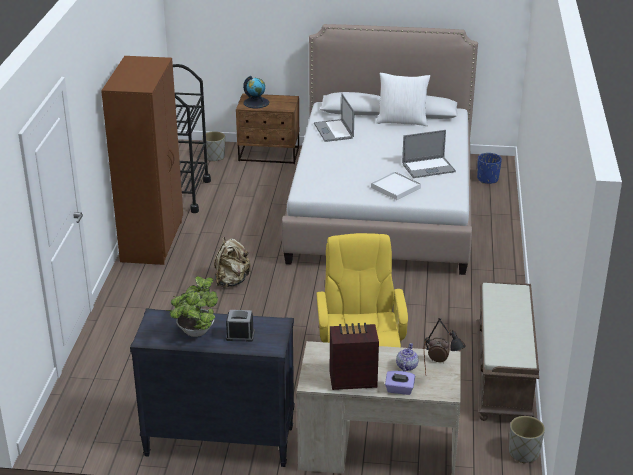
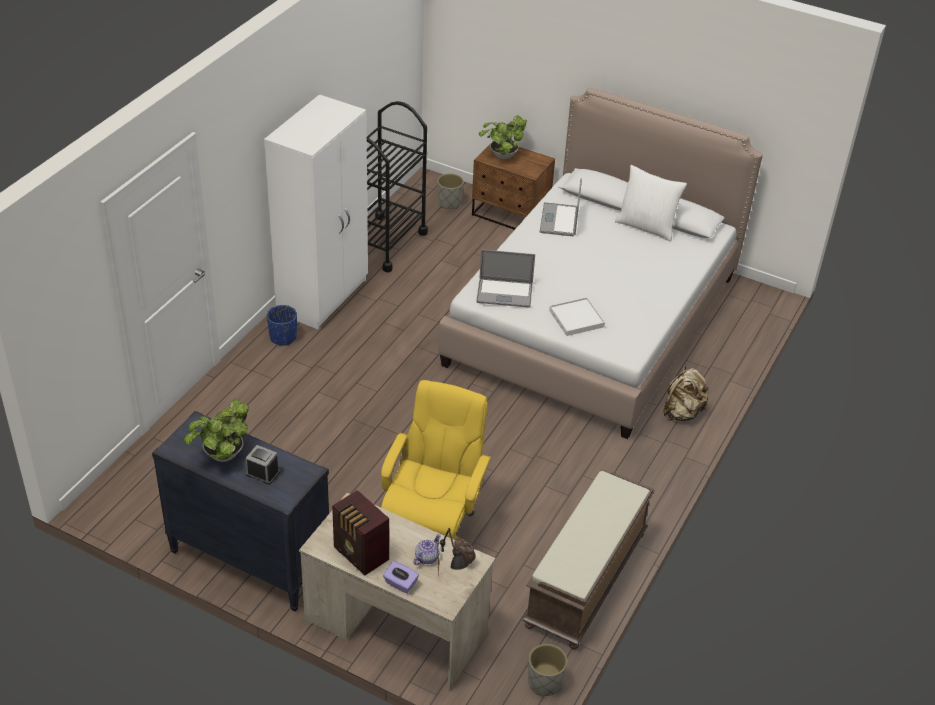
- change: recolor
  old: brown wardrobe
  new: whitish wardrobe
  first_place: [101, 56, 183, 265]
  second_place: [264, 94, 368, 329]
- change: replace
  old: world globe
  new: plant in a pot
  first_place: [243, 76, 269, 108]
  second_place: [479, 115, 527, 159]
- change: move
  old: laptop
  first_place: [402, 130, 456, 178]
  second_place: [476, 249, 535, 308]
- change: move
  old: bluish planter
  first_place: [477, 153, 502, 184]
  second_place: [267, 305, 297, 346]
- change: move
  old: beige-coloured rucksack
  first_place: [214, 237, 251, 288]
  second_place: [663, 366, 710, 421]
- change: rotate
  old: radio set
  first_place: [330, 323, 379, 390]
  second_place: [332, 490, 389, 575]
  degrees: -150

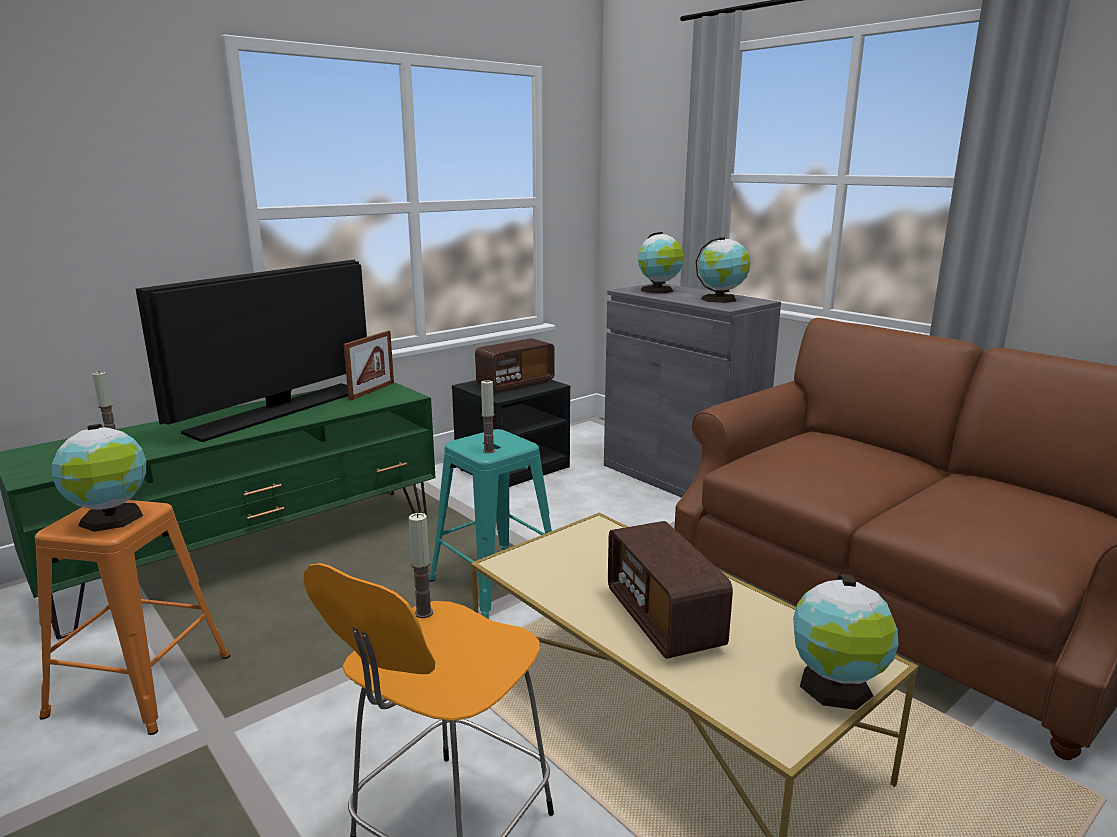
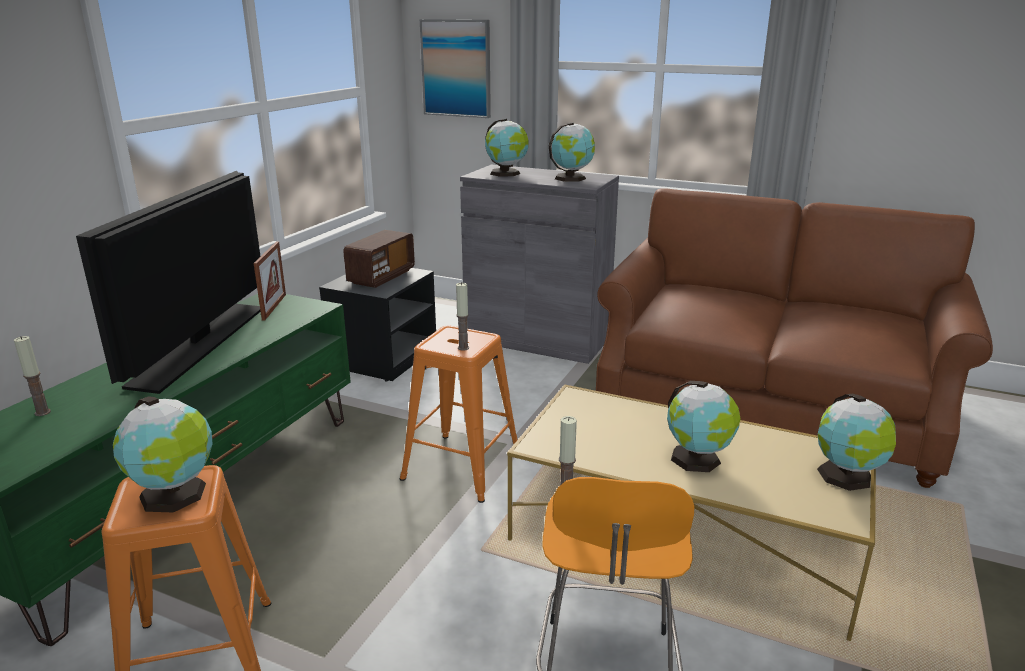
- change: recolor
  old: blue-green stool
  new: orange stool
  first_place: [429, 429, 552, 619]
  second_place: [400, 326, 518, 503]
- change: replace
  old: radio set
  new: world globe
  first_place: [608, 521, 733, 659]
  second_place: [667, 381, 740, 472]
- change: insert
  new: wall picture
  second_place: [420, 19, 491, 118]

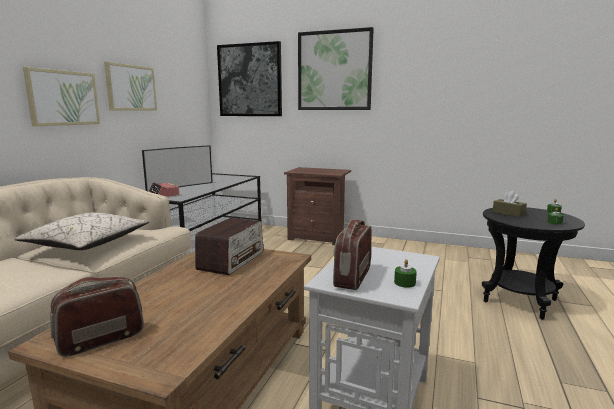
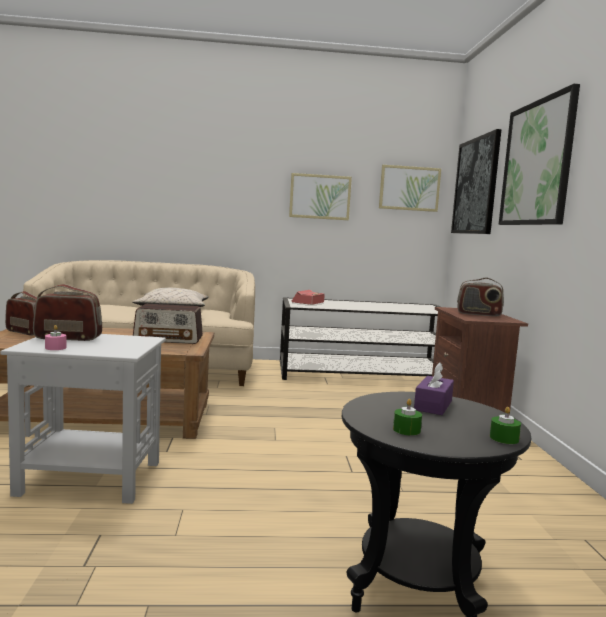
- change: move
  old: wall picture
  first_place: [23, 67, 100, 126]
  second_place: [379, 165, 441, 212]
- change: delete
  old: TV set
  first_place: [142, 145, 213, 192]
- change: recolor
  old: brown tissue box
  new: purplish tissue box
  first_place: [493, 191, 527, 217]
  second_place: [414, 362, 454, 415]
- change: recolor
  old: green-coloured wax candle
  new: pink wax candle
  first_place: [394, 259, 417, 288]
  second_place: [45, 325, 66, 350]
- change: insert
  new: radio set
  second_place: [457, 277, 504, 317]

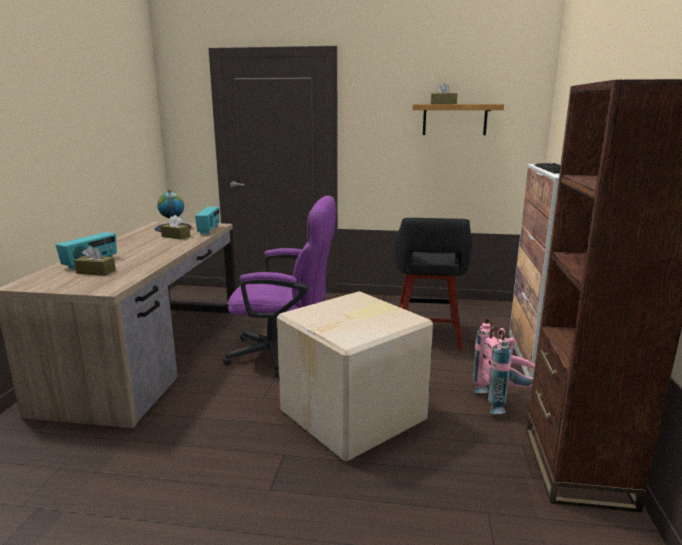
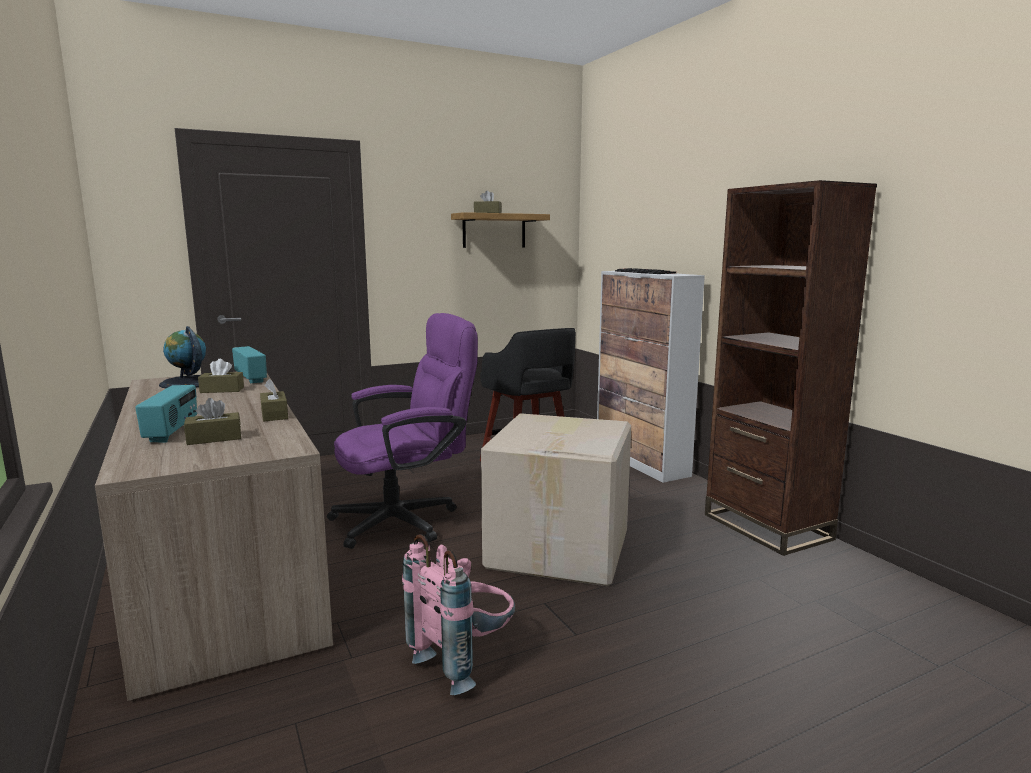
- change: move
  old: pink rucksack
  first_place: [473, 318, 535, 414]
  second_place: [402, 534, 515, 695]
- change: insert
  new: brown tissue box
  second_place: [260, 379, 288, 421]

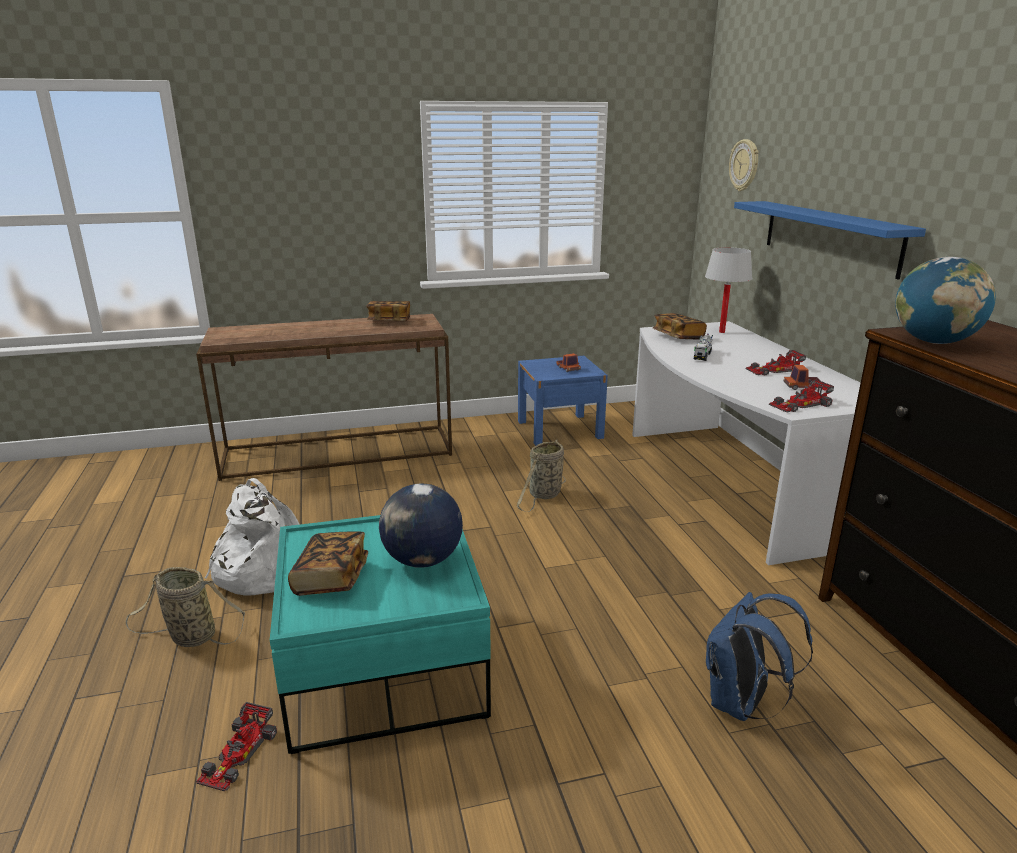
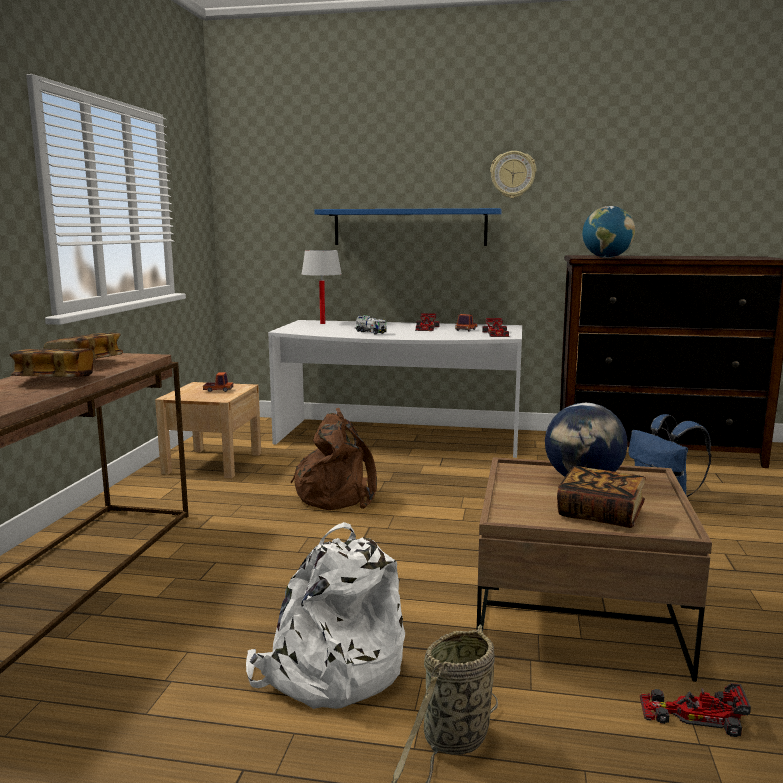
- change: move
  old: hanging clock
  first_place: [729, 139, 759, 191]
  second_place: [490, 151, 536, 198]
- change: move
  old: bound book
  first_place: [653, 313, 707, 340]
  second_place: [10, 348, 93, 377]
- change: recolor
  old: bluish nightstand
  new: beige-coloured nightstand
  first_place: [518, 356, 608, 446]
  second_place: [155, 382, 261, 479]
- change: replace
  old: basket
  new: brown rucksack
  first_place: [517, 440, 566, 512]
  second_place: [290, 408, 377, 510]
- change: recolor
  old: blue-green coffee table
  new: brown coffee table
  first_place: [270, 515, 491, 754]
  second_place: [477, 457, 712, 682]
- change: rotate
  old: model car
  first_place: [196, 702, 277, 791]
  second_place: [640, 683, 751, 737]
  degrees: 150

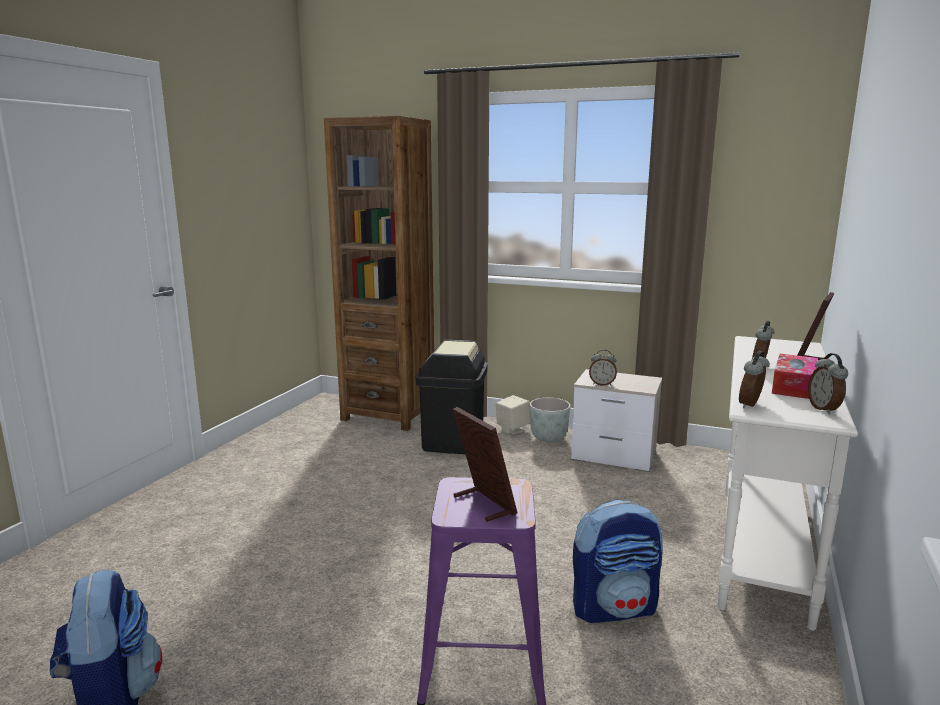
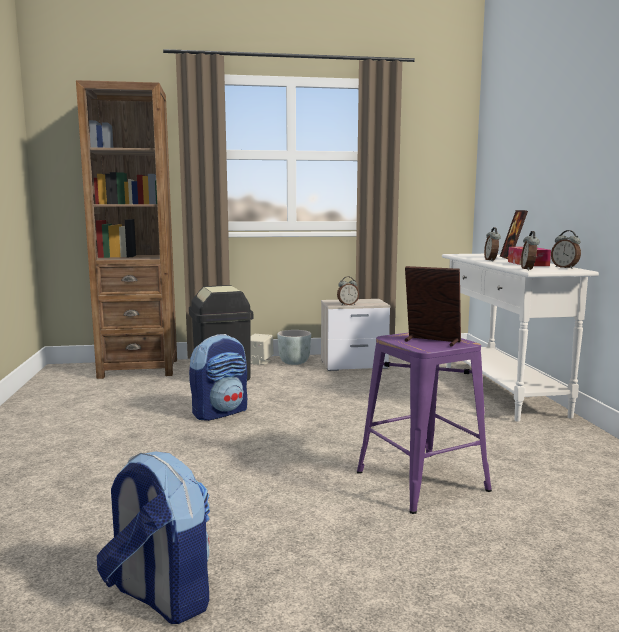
- change: move
  old: rucksack
  first_place: [573, 500, 663, 623]
  second_place: [189, 334, 247, 421]

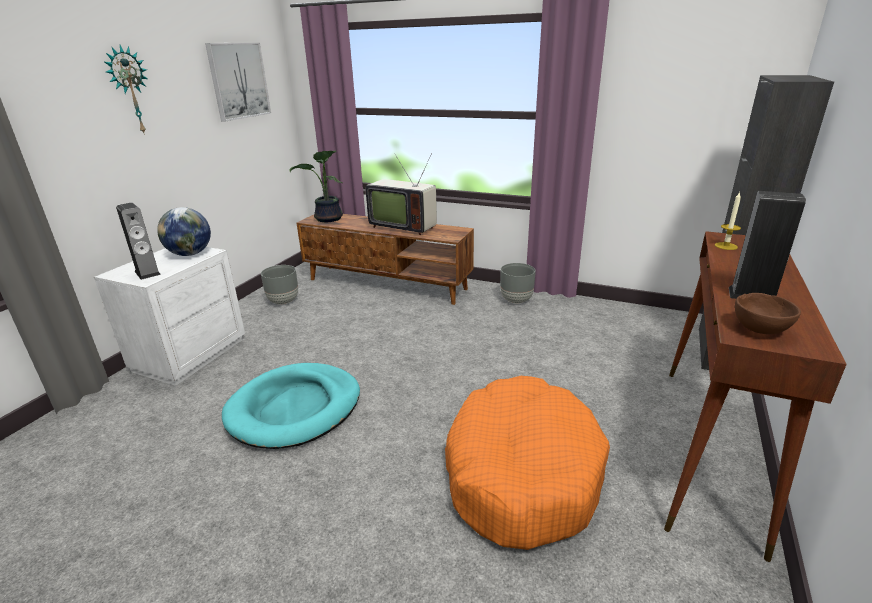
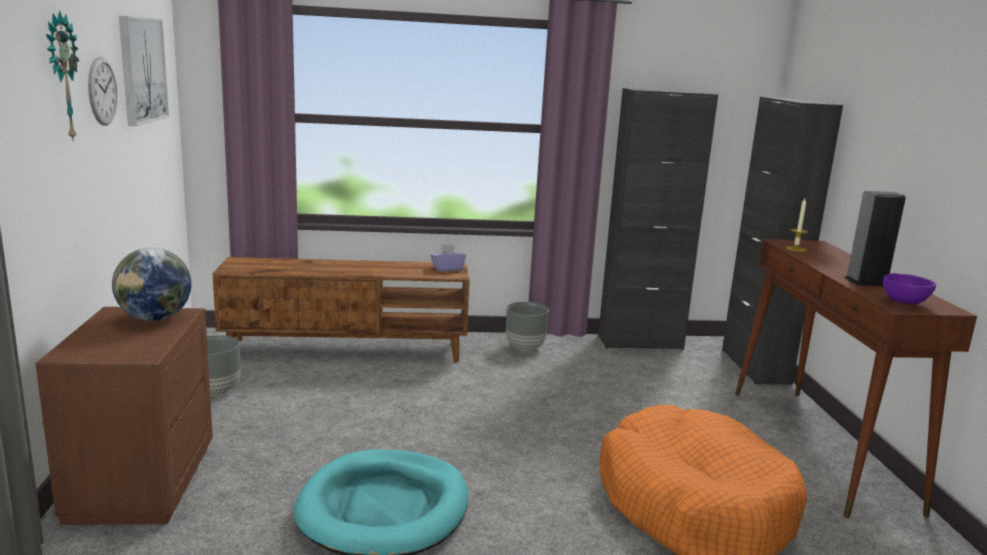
- change: delete
  old: plant in a pot
  first_place: [289, 151, 343, 222]
- change: delete
  old: TV set
  first_place: [366, 153, 437, 235]
- change: delete
  old: loudspeaker
  first_place: [116, 203, 161, 280]
- change: recolor
  old: whitish nightstand
  new: brown nightstand
  first_place: [94, 247, 245, 386]
  second_place: [35, 307, 213, 525]
- change: recolor
  old: brown serving bowl
  new: purplish serving bowl
  first_place: [735, 293, 801, 334]
  second_place: [883, 273, 936, 305]
- change: insert
  new: hanging clock
  second_place: [88, 56, 118, 126]
- change: insert
  new: black cabinet
  second_place: [598, 88, 718, 350]
- change: insert
  new: purplish tissue box
  second_place: [431, 244, 466, 271]

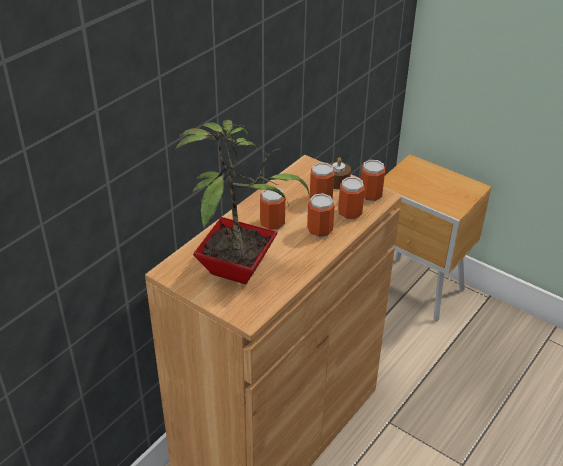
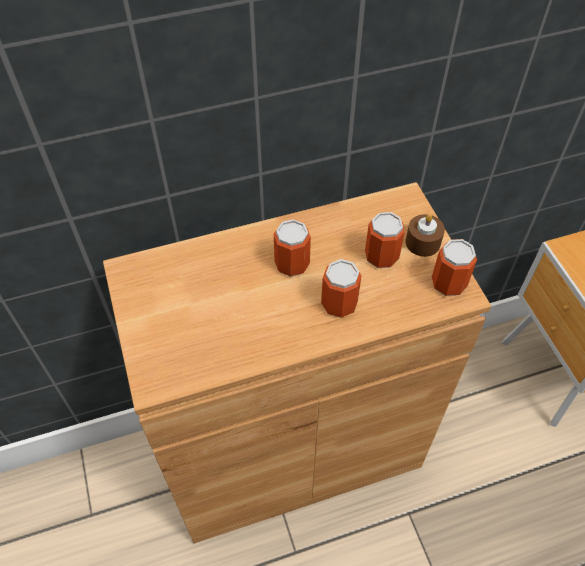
- change: delete
  old: plant in a pot
  first_place: [175, 120, 309, 284]
- change: delete
  old: can
  first_place: [338, 177, 365, 220]

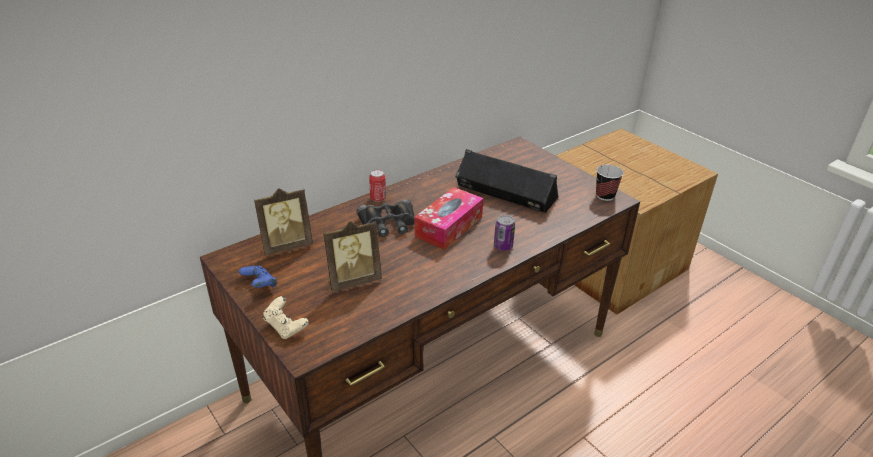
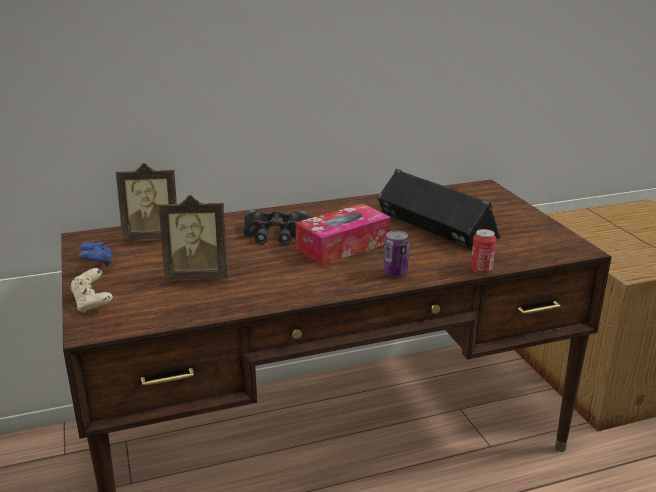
- change: delete
  old: cup
  first_place: [596, 165, 624, 201]
- change: move
  old: can
  first_place: [369, 170, 386, 202]
  second_place: [471, 229, 496, 274]

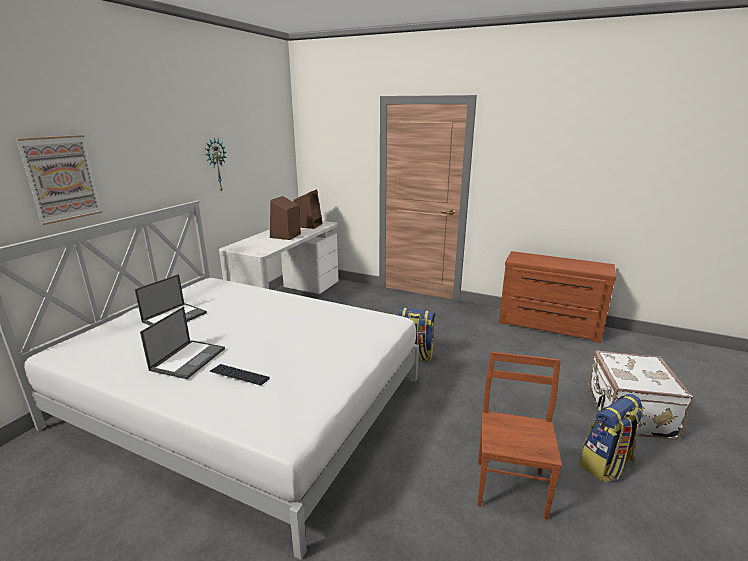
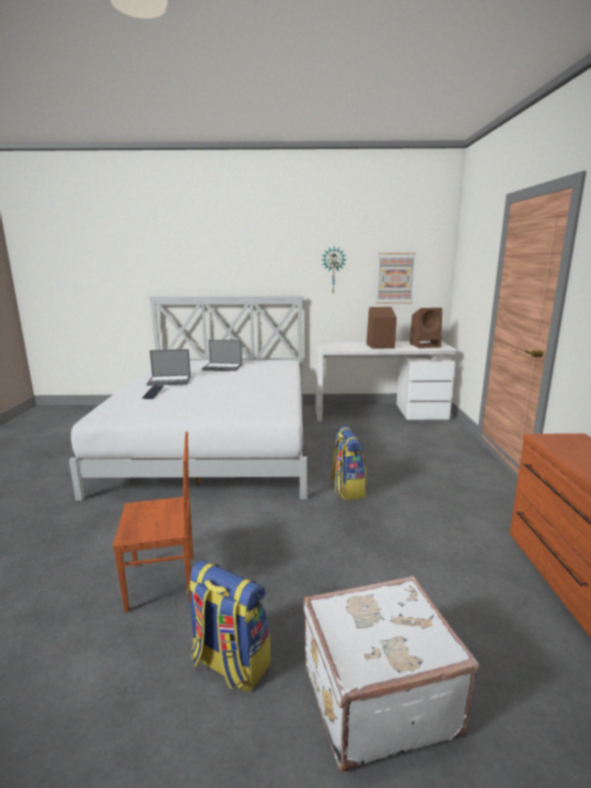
- change: move
  old: wall picture
  first_place: [15, 135, 102, 225]
  second_place: [376, 253, 416, 304]

